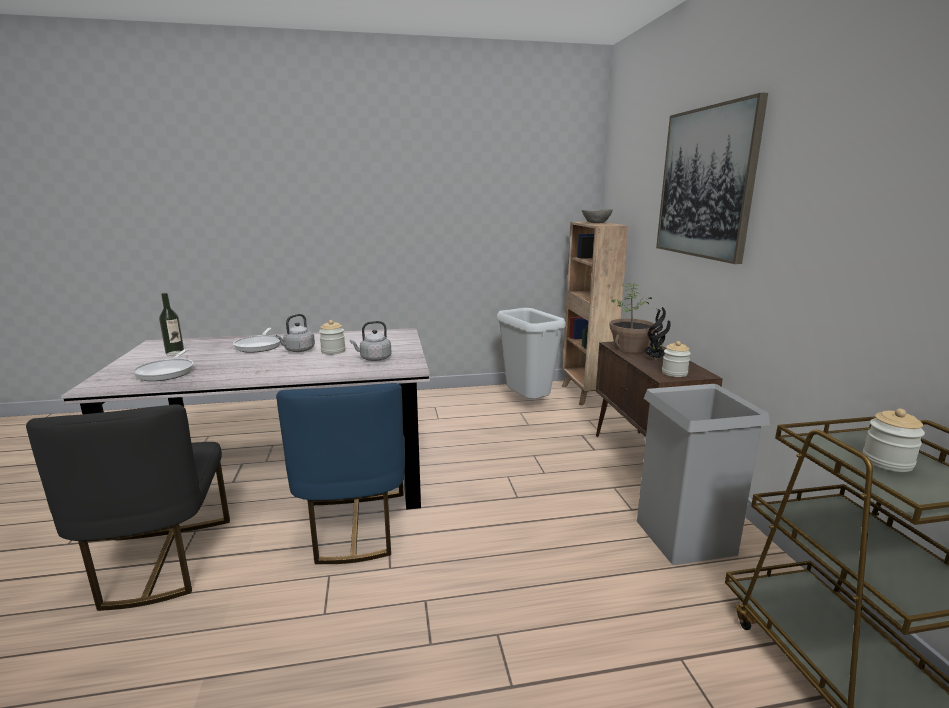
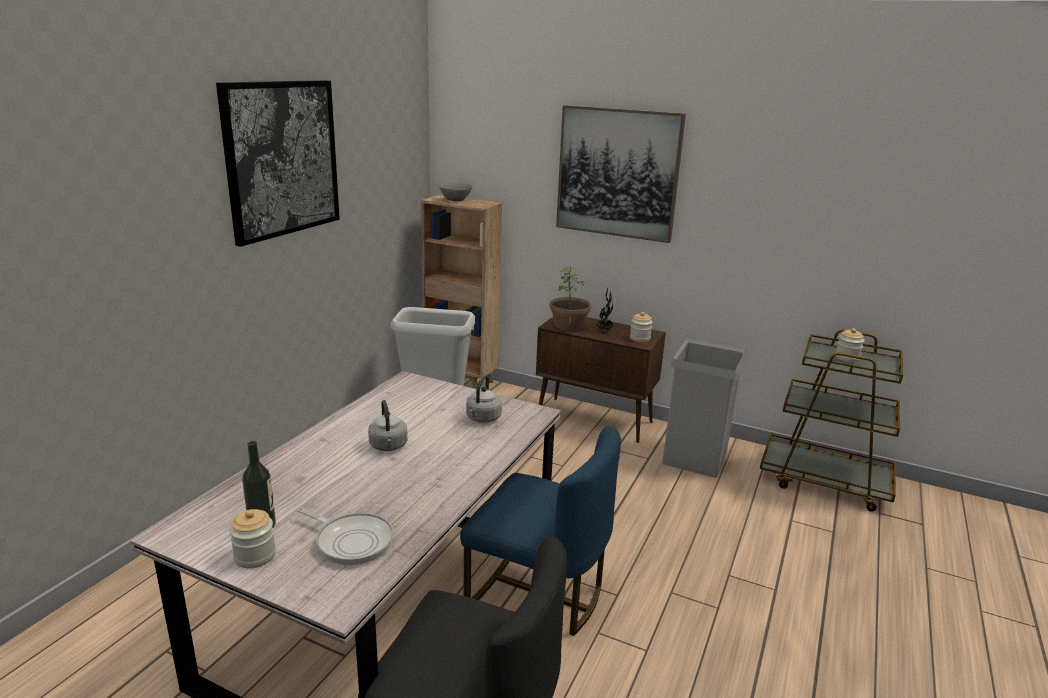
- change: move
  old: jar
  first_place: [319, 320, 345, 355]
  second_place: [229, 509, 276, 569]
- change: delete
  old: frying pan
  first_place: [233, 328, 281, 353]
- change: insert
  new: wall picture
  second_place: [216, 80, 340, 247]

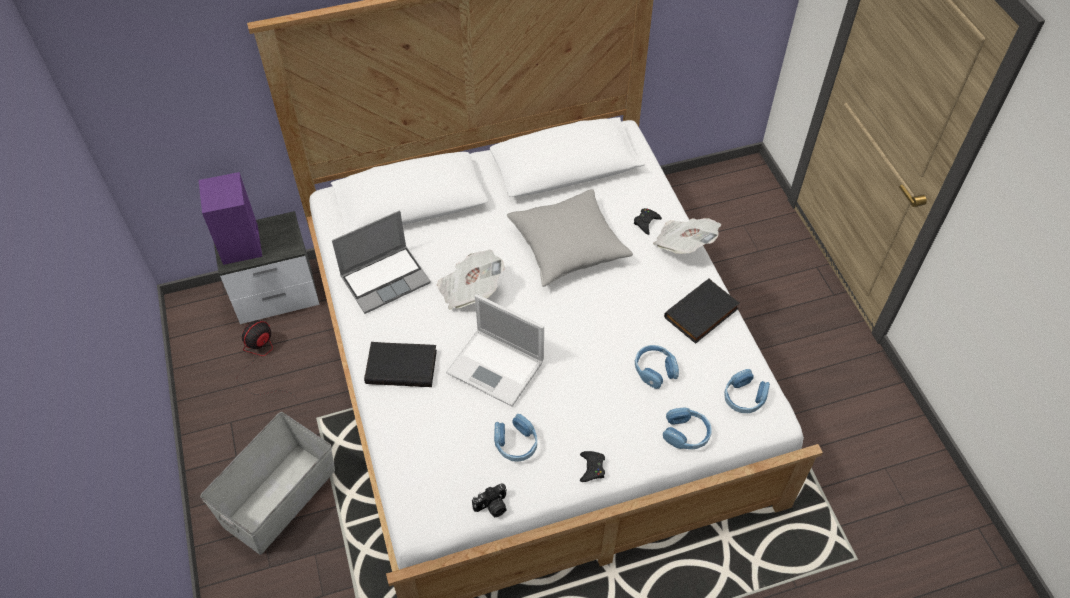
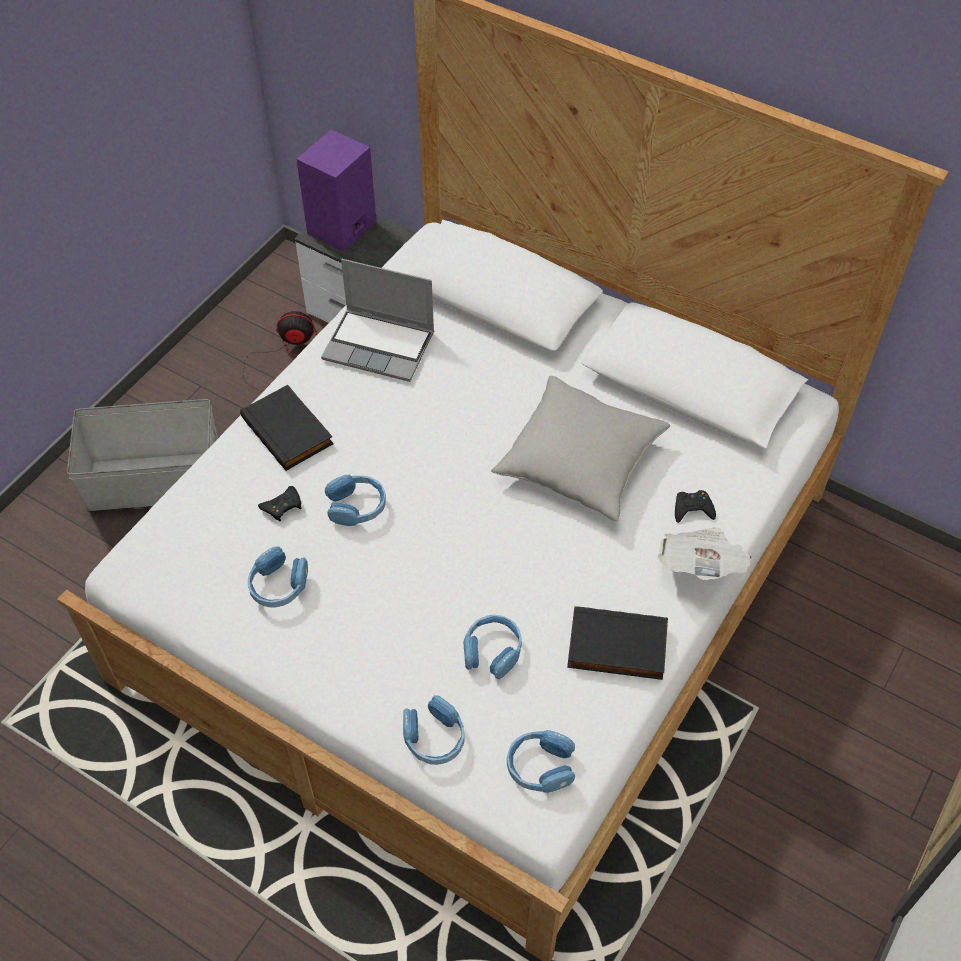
- change: delete
  old: daily paper
  first_place: [437, 249, 505, 310]
- change: replace
  old: laptop
  new: bluish pair of headphones
  first_place: [446, 294, 544, 407]
  second_place: [325, 475, 386, 526]
- change: move
  old: black gamepad
  first_place: [580, 451, 605, 482]
  second_place: [258, 486, 301, 522]
- change: delete
  old: photo camera
  first_place: [472, 483, 507, 517]

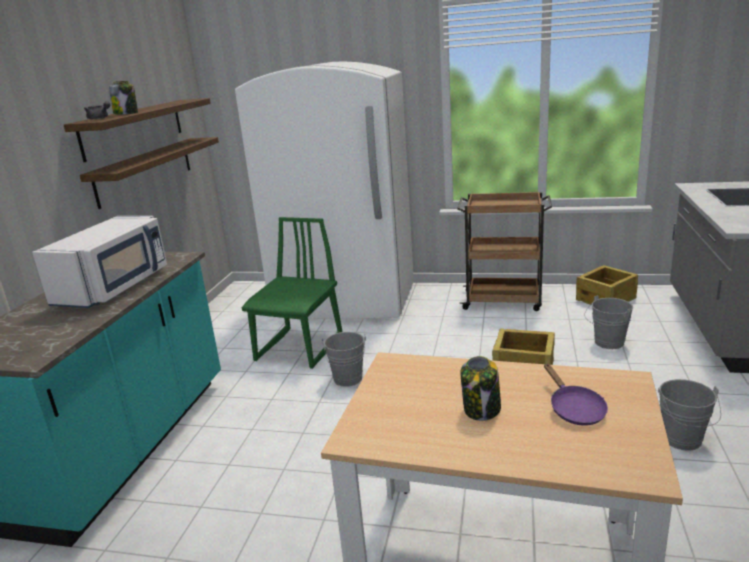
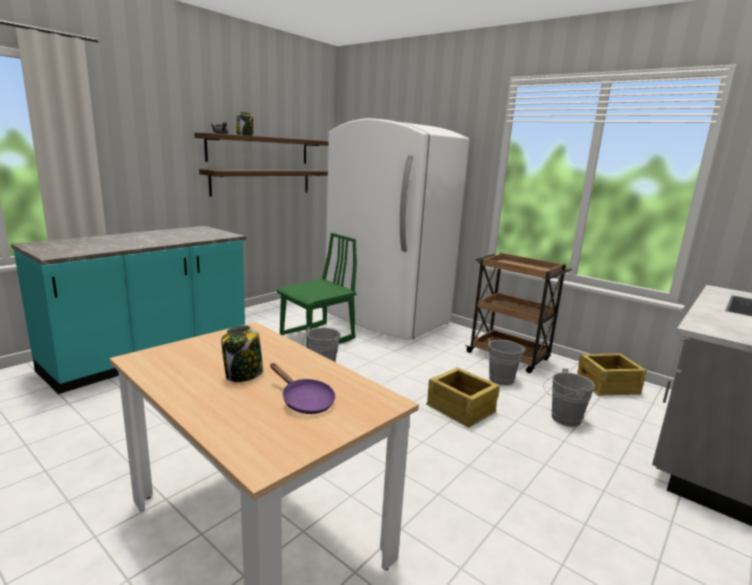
- change: delete
  old: whitish microwave oven
  first_place: [32, 216, 167, 308]
- change: rotate
  old: purplish frying pan
  first_place: [544, 363, 608, 426]
  second_place: [270, 363, 335, 414]
  degrees: -60
- change: move
  old: grey bucket
  first_place: [658, 379, 721, 451]
  second_place: [485, 339, 526, 385]

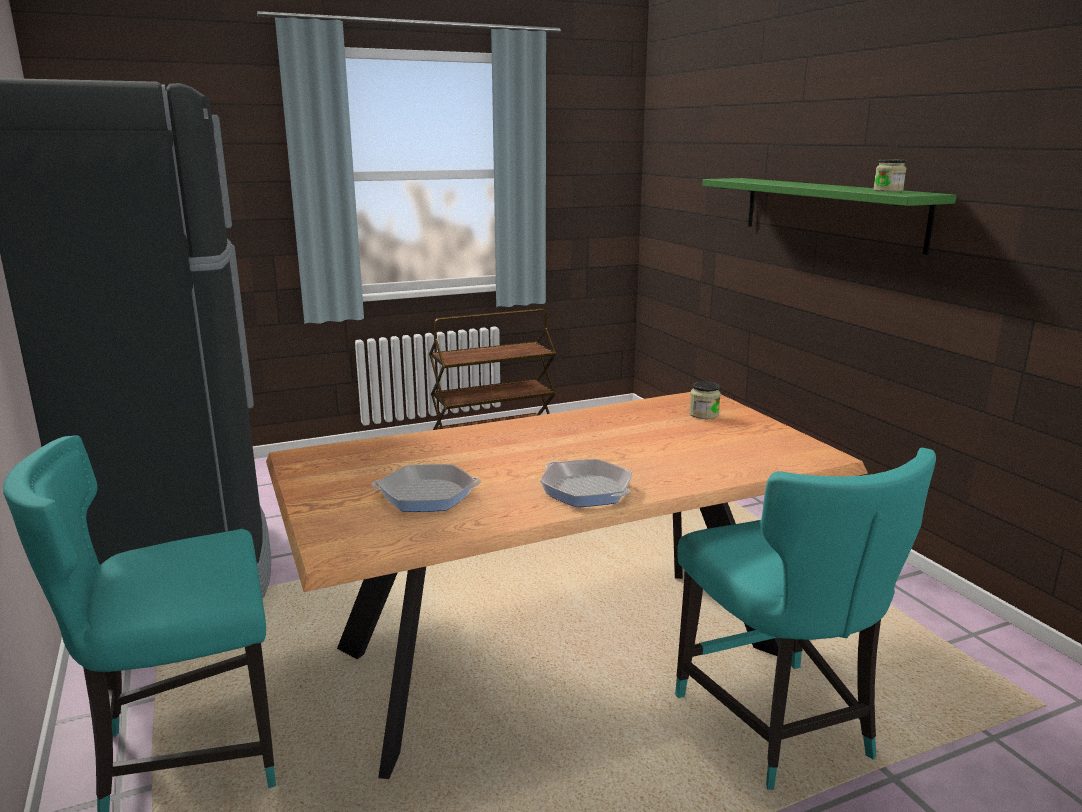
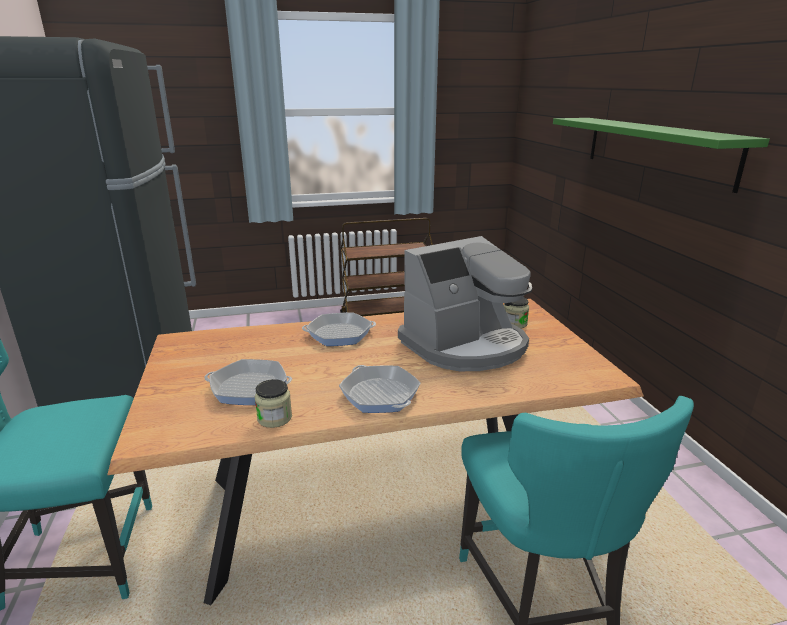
- change: move
  old: jar
  first_place: [873, 159, 907, 192]
  second_place: [255, 379, 292, 428]
- change: insert
  new: coffee brewer
  second_place: [398, 236, 532, 371]
- change: insert
  new: frying pan
  second_place: [302, 313, 376, 346]

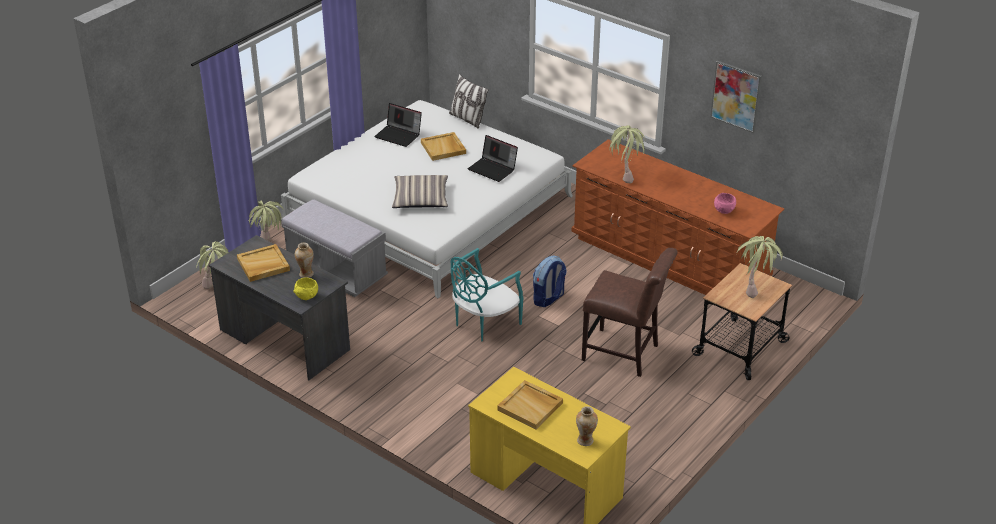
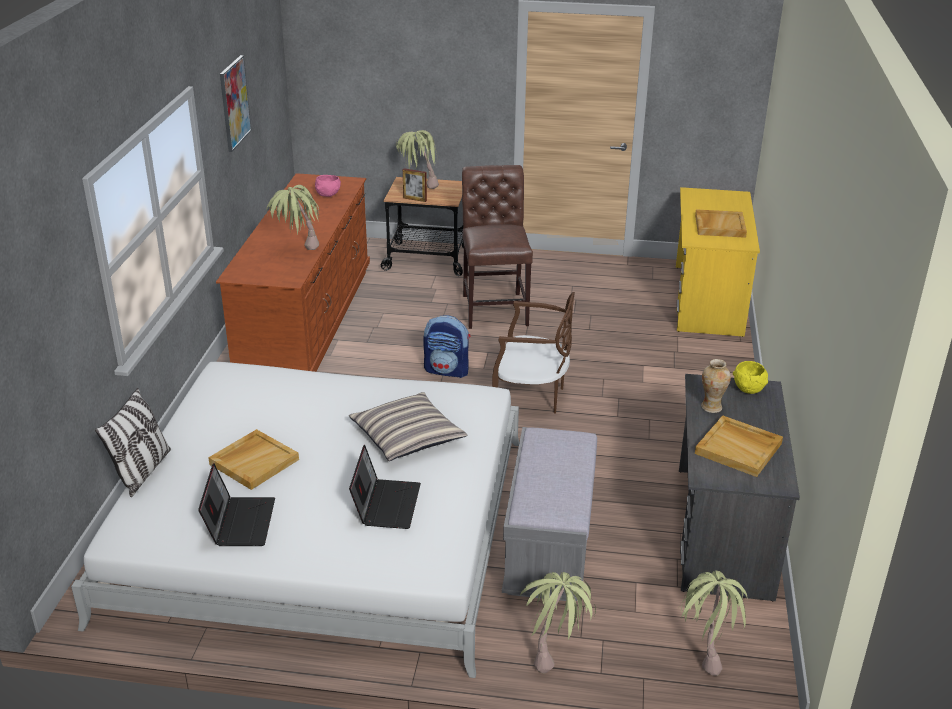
- change: move
  old: laptop
  first_place: [468, 135, 518, 182]
  second_place: [349, 445, 421, 529]
- change: recolor
  old: blue-green upright chair
  new: brown upright chair
  first_place: [451, 248, 523, 341]
  second_place: [492, 292, 575, 414]
- change: delete
  old: flower vase
  first_place: [576, 406, 598, 446]
- change: insert
  new: standing frame
  second_place: [403, 168, 427, 202]

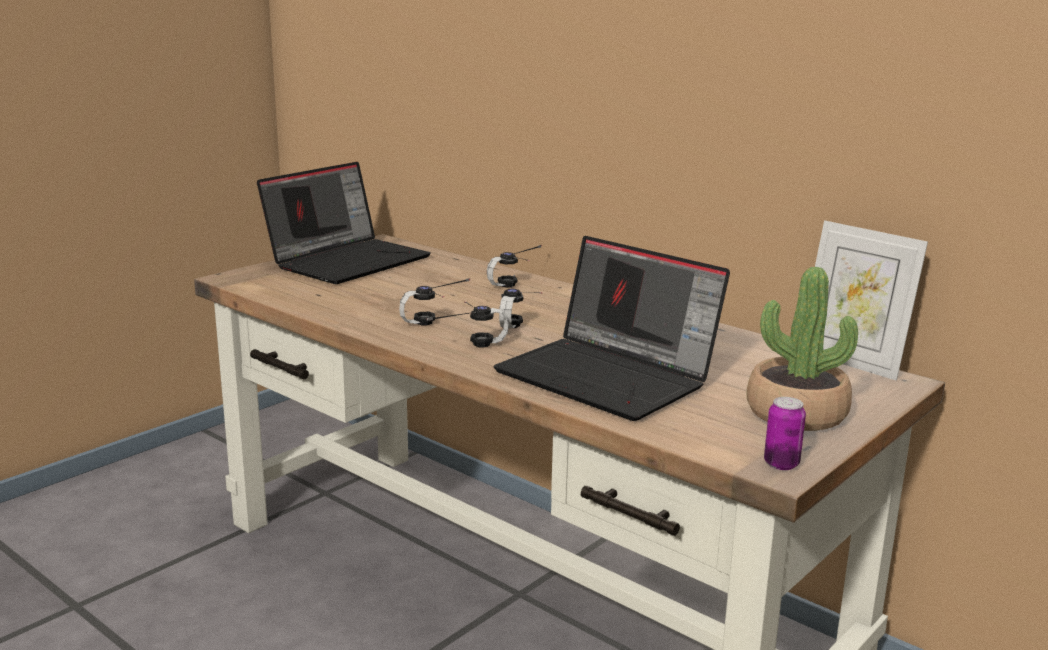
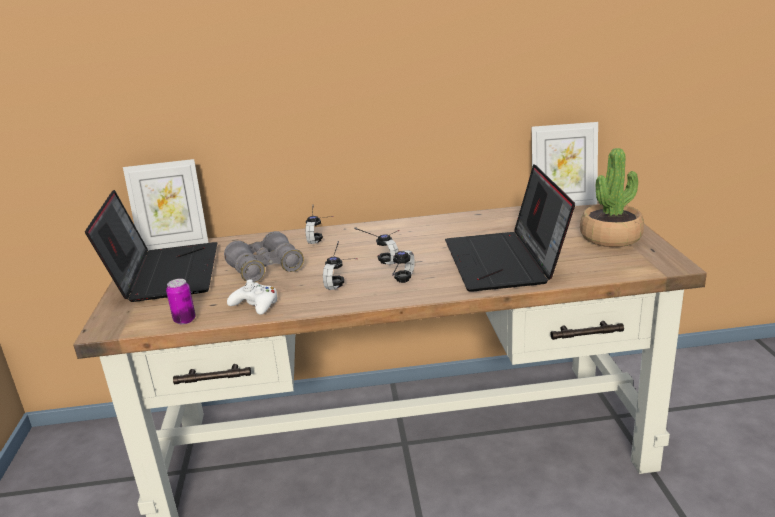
- change: rotate
  old: laptop
  first_place: [493, 236, 730, 421]
  second_place: [445, 164, 575, 292]
  degrees: 90
- change: move
  old: can
  first_place: [764, 397, 806, 470]
  second_place: [166, 279, 196, 324]
- change: insert
  new: standing frame
  second_place: [123, 159, 209, 251]
- change: insert
  new: grey pair of binoculars
  second_place: [224, 231, 304, 283]
- change: insert
  new: whitish gamepad
  second_place: [227, 280, 278, 315]

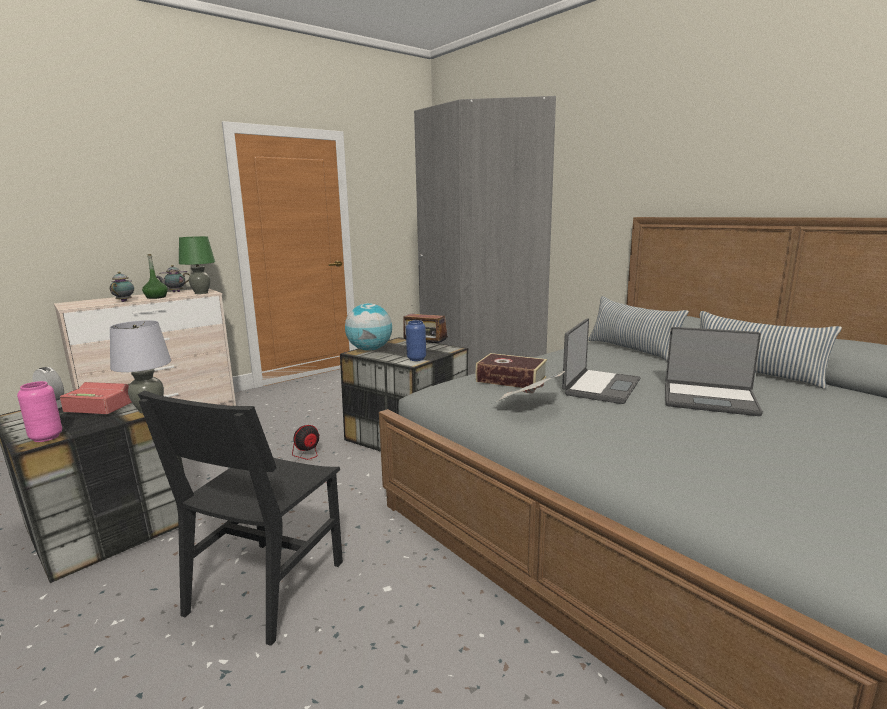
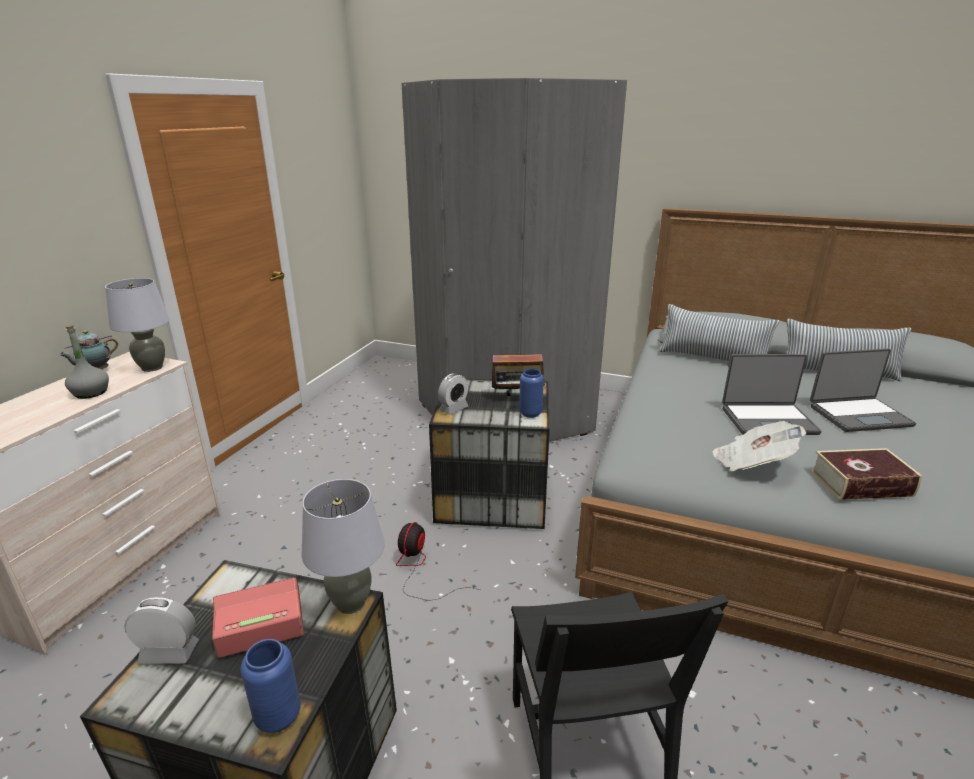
- change: recolor
  old: green-coloured lamp for a table
  new: grey lamp for a table
  first_place: [179, 236, 215, 294]
  second_place: [105, 278, 170, 372]
- change: recolor
  old: green-coloured drink bottle
  new: grey drink bottle
  first_place: [142, 254, 168, 299]
  second_place: [65, 325, 109, 399]
- change: delete
  old: teapot
  first_place: [110, 272, 134, 302]
- change: replace
  old: world globe
  new: table clock
  first_place: [345, 303, 392, 351]
  second_place: [438, 373, 469, 415]
- change: rotate
  old: laptop
  first_place: [562, 318, 640, 404]
  second_place: [722, 354, 822, 435]
  degrees: 90
- change: move
  old: bound book
  first_place: [476, 353, 547, 388]
  second_place: [811, 448, 922, 500]
- change: recolor
  old: pink flower vase
  new: bluish flower vase
  first_place: [17, 381, 62, 442]
  second_place: [241, 639, 301, 733]

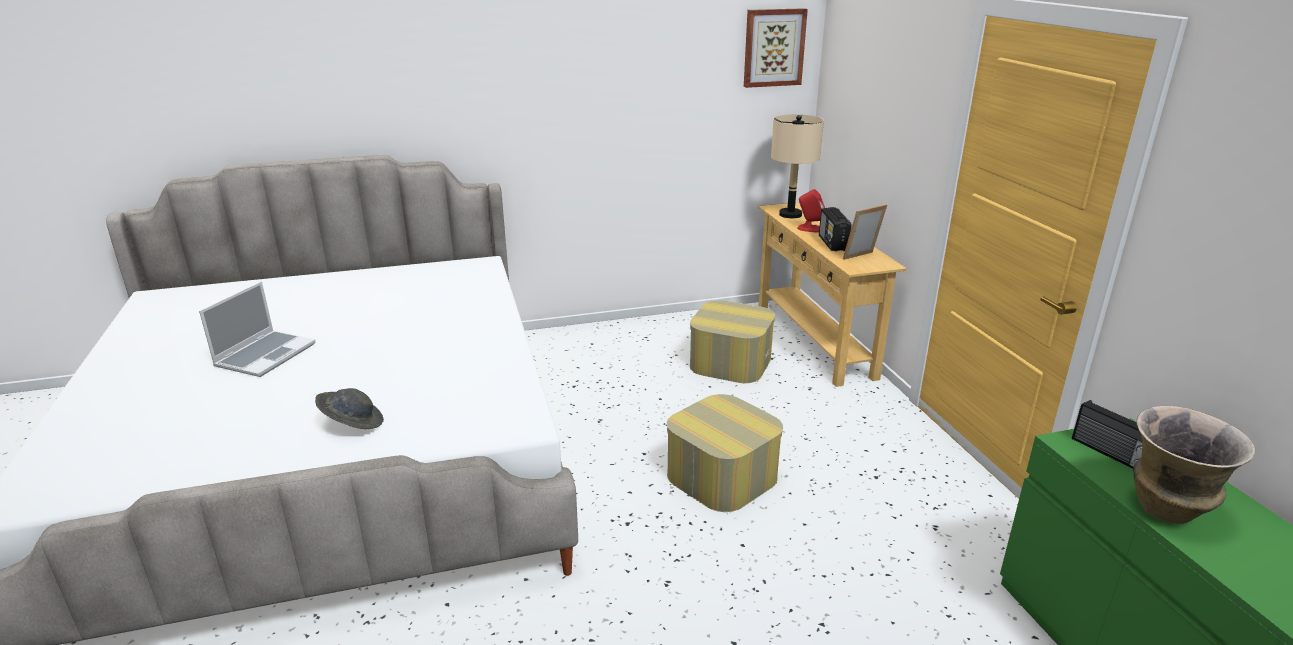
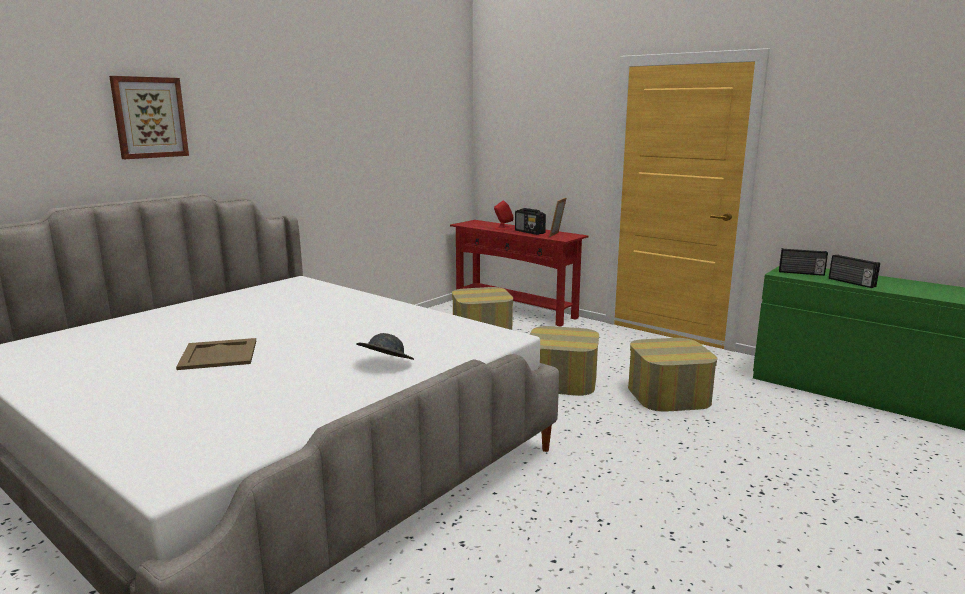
- change: move
  old: wall picture
  first_place: [744, 8, 808, 88]
  second_place: [109, 76, 189, 159]
- change: delete
  old: beige-coloured lamp for a table
  first_place: [771, 114, 824, 218]
- change: recolor
  old: beige-coloured narrow table
  new: reddish narrow table
  first_place: [758, 202, 906, 387]
  second_place: [450, 220, 588, 327]
- change: replace
  old: laptop
  new: beige-coloured serving tray
  first_place: [199, 281, 316, 377]
  second_place: [176, 338, 256, 370]
- change: replace
  old: flower vase
  new: radio set
  first_place: [1133, 406, 1255, 524]
  second_place: [829, 254, 880, 288]
- change: insert
  new: pouffe
  second_place: [628, 338, 718, 412]

